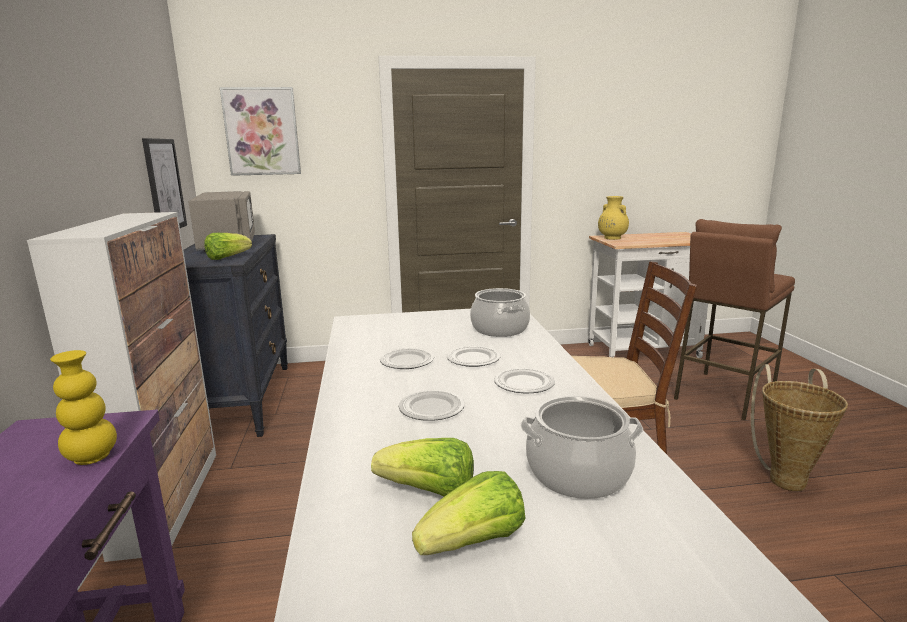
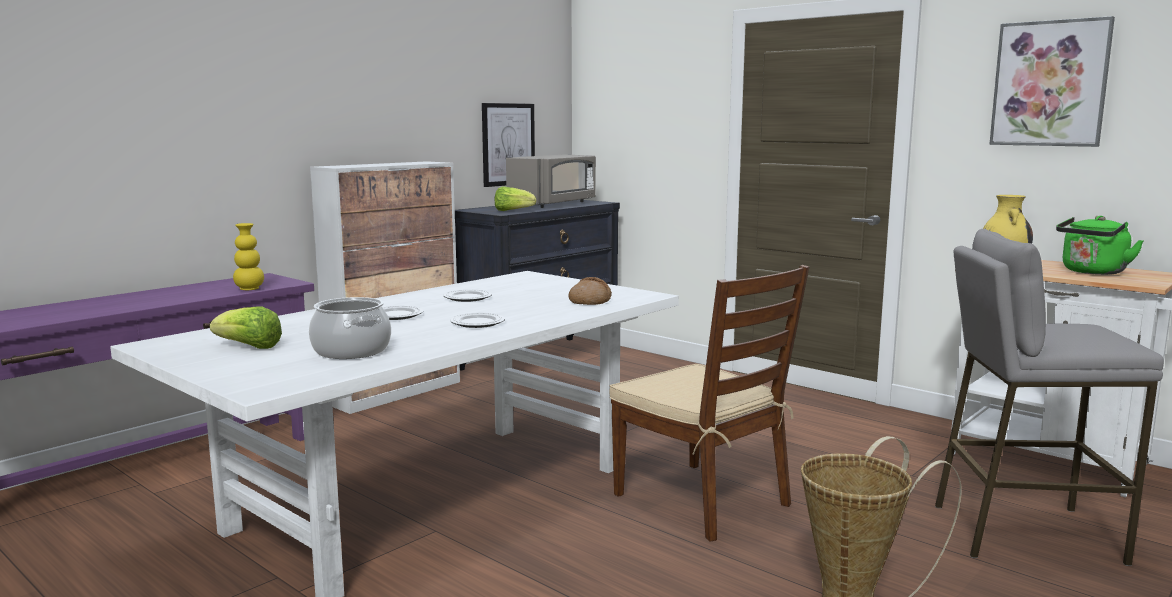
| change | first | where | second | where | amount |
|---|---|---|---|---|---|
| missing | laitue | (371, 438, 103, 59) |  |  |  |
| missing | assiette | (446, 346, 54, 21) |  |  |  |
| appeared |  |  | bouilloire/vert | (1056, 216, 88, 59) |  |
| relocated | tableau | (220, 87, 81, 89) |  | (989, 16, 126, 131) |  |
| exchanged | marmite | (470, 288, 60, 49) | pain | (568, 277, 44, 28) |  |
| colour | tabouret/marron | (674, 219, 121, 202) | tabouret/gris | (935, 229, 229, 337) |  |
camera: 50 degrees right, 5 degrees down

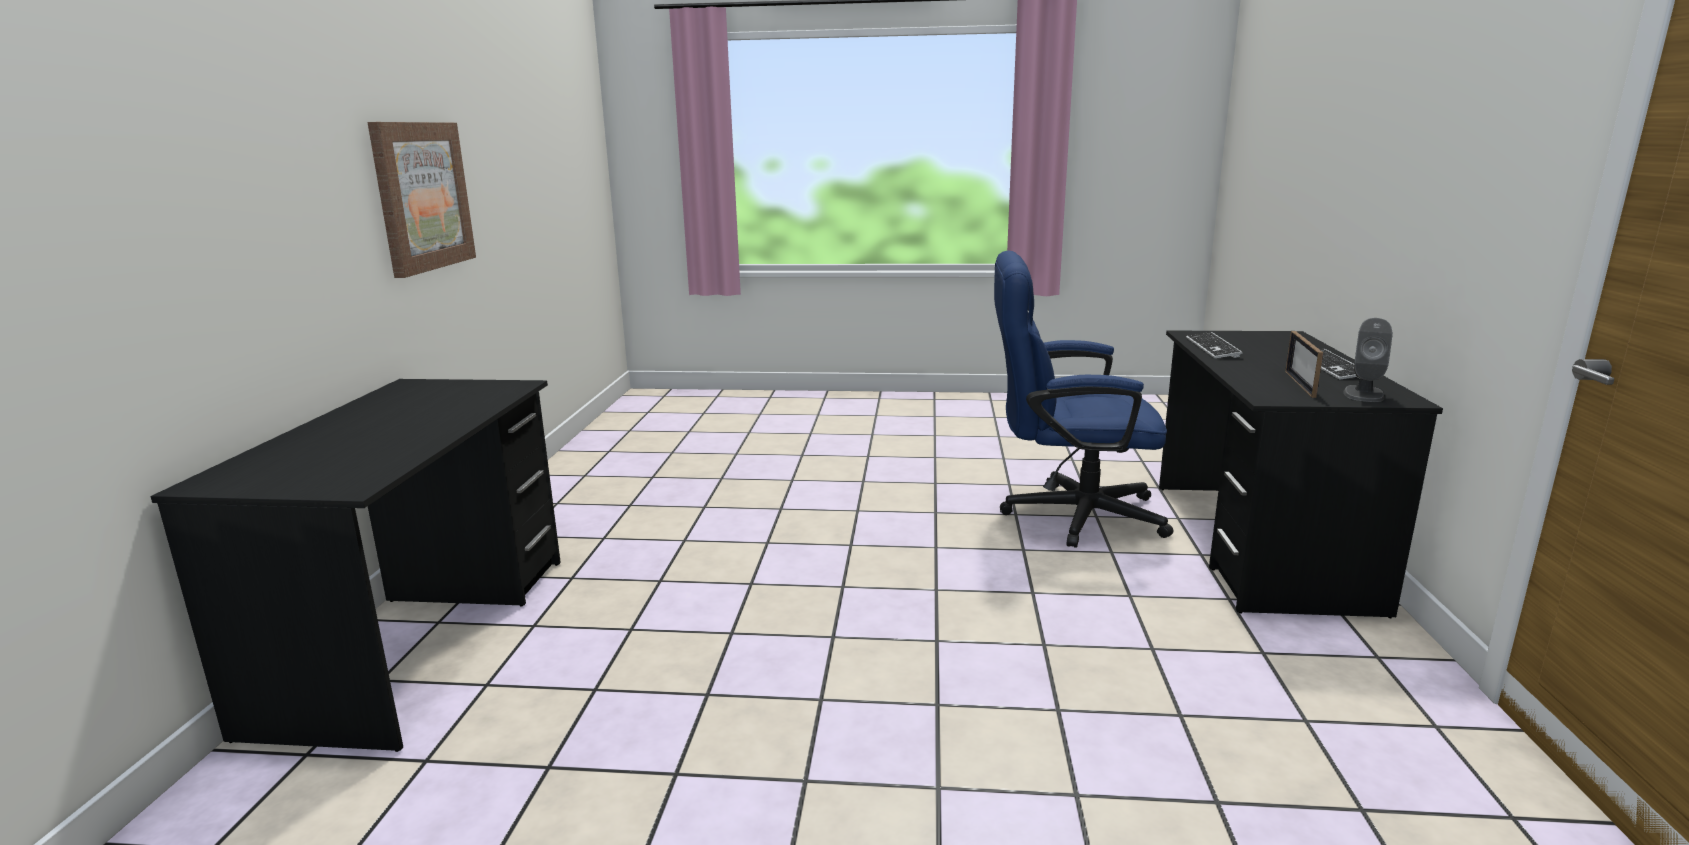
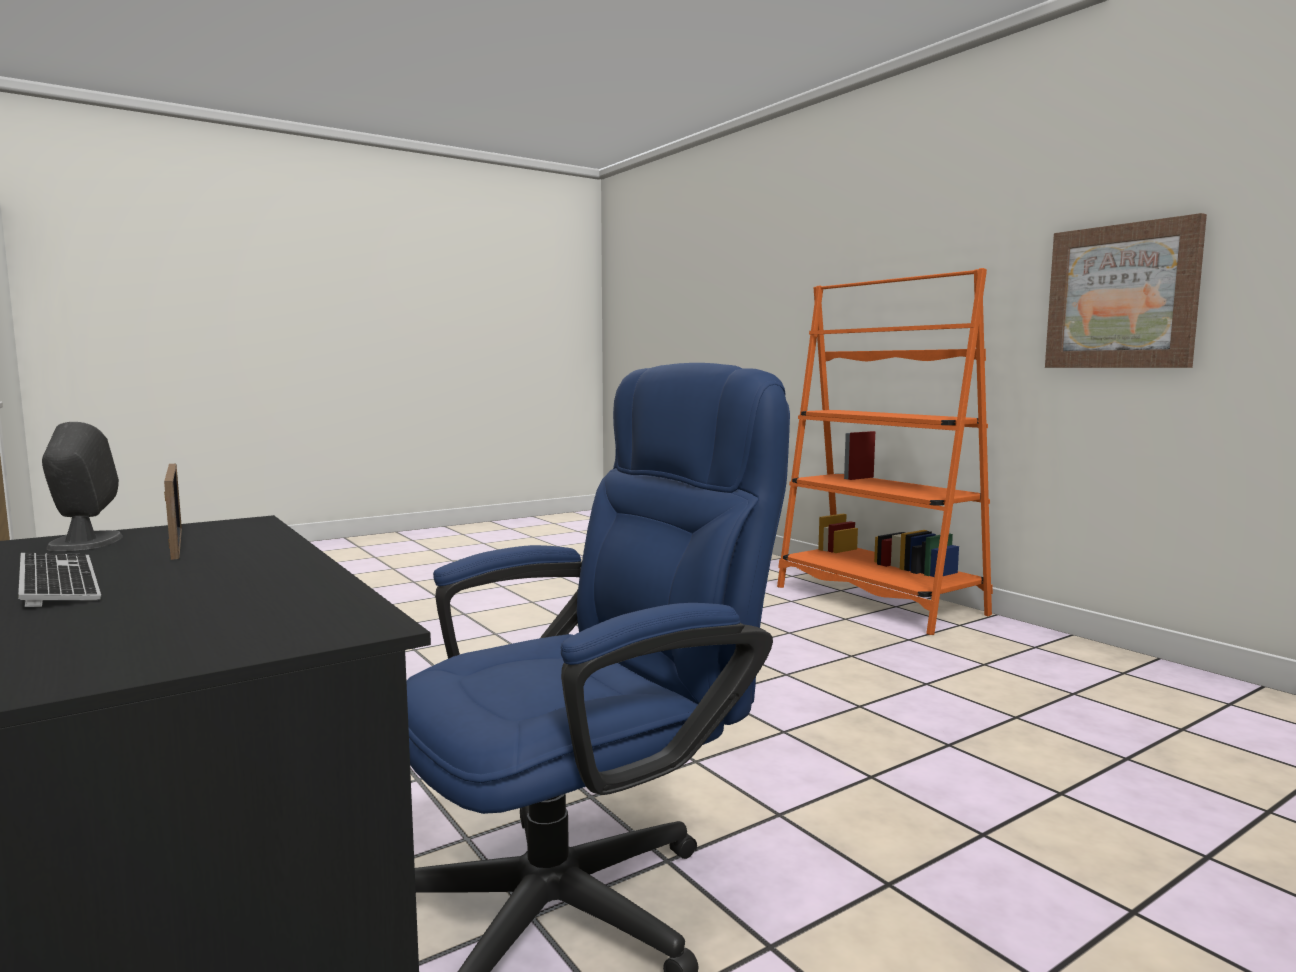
| change | first | where | second | where | amount |
|---|---|---|---|---|---|
| missing | clavier | (1186, 332, 57, 26) |  |  |  |
| exchanged | bureau/noir | (150, 379, 411, 373) | bibliothèque/orange | (777, 268, 216, 367) |  |
camera: 140 degrees right, 10 degrees down

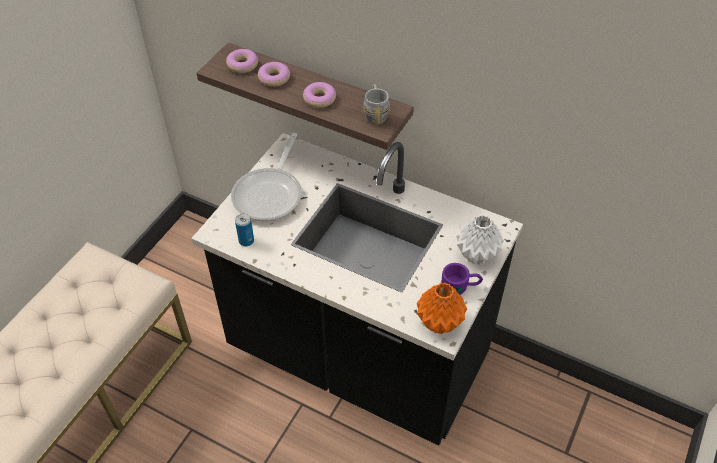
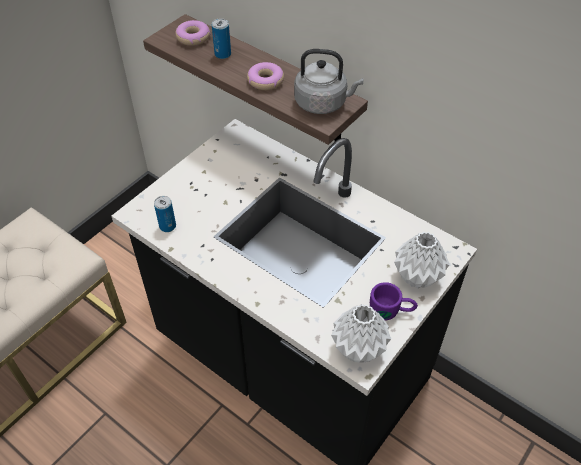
| change | first | where | second | where | amount |
|---|---|---|---|---|---|
| missing | poêle | (231, 133, 71, 88) |  |  |  |
| exchanged | beignet | (258, 62, 32, 25) | boîte métallique | (212, 18, 19, 41) |  |
| exchanged | mug/gris | (363, 84, 27, 41) | bouilloire/gris | (294, 49, 69, 65) |  |
| colour | vase/orange | (417, 283, 50, 51) | vase/blanc | (331, 304, 60, 59) |  |
camera: 10 degrees right, 0 degrees up

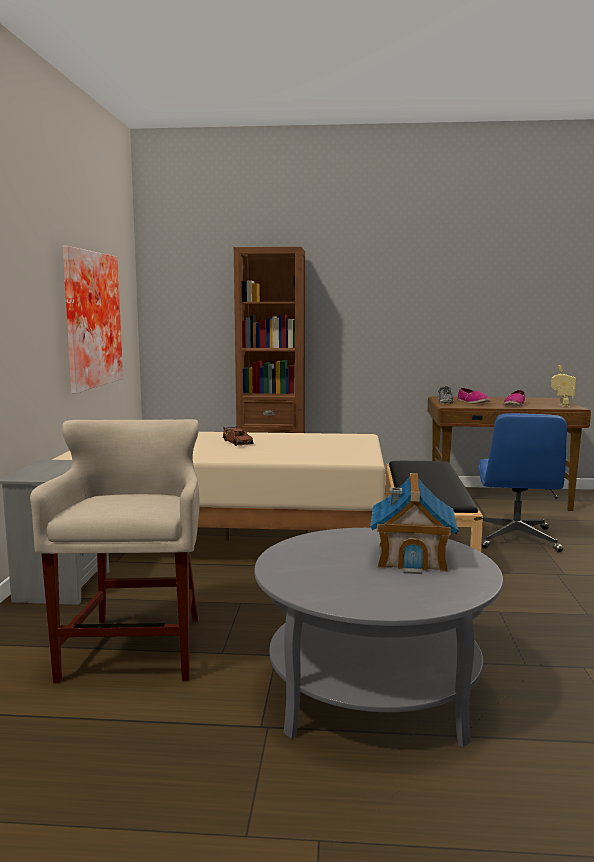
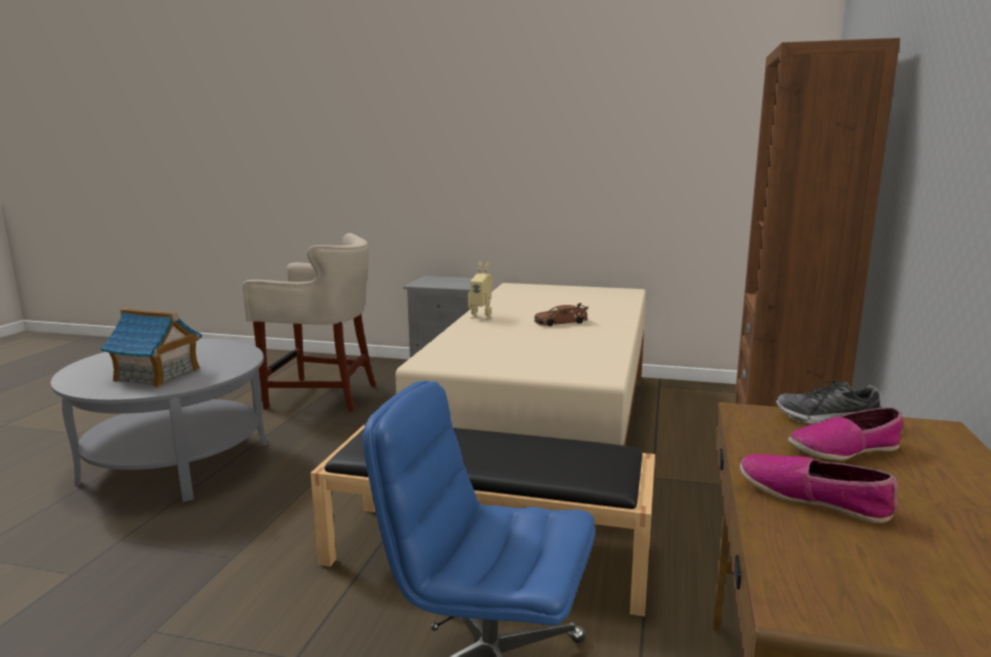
| change | first | where | second | where | amount |
|---|---|---|---|---|---|
| missing | tableau | (63, 246, 60, 147) |  |  |  |
| relocated | robot jouet | (551, 365, 25, 42) |  | (468, 261, 24, 59) |  |
camera: 100 degrees right, 5 degrees up

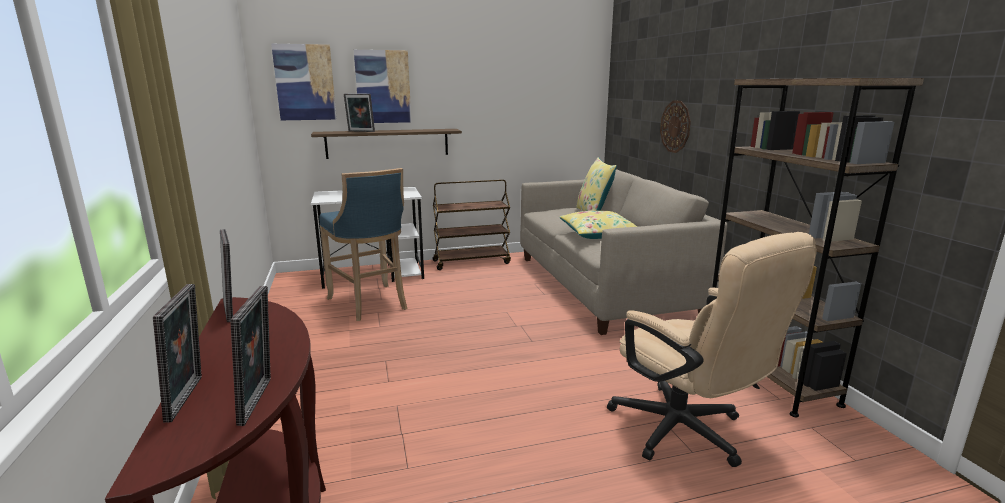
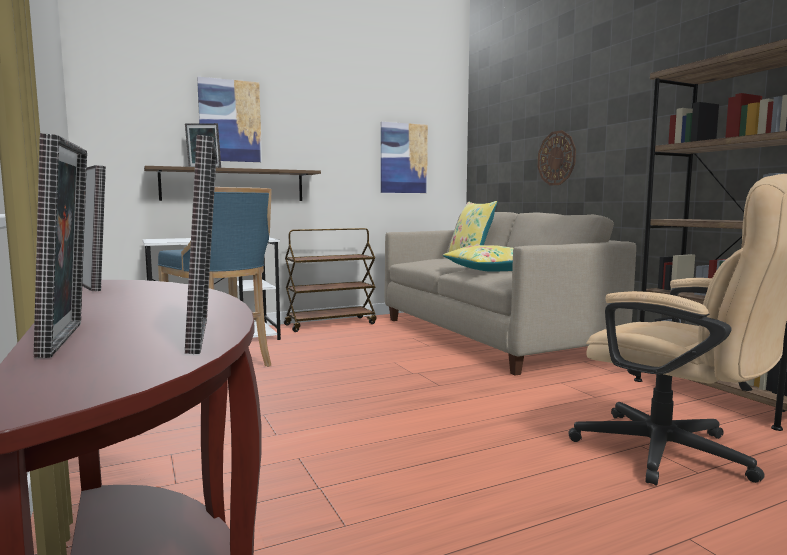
| change | first | where | second | where | amount |
|---|---|---|---|---|---|
| relocated | tableau | (271, 44, 66, 76) |  | (381, 122, 47, 71) |  |
camera: 10 degrees left, 10 degrees down

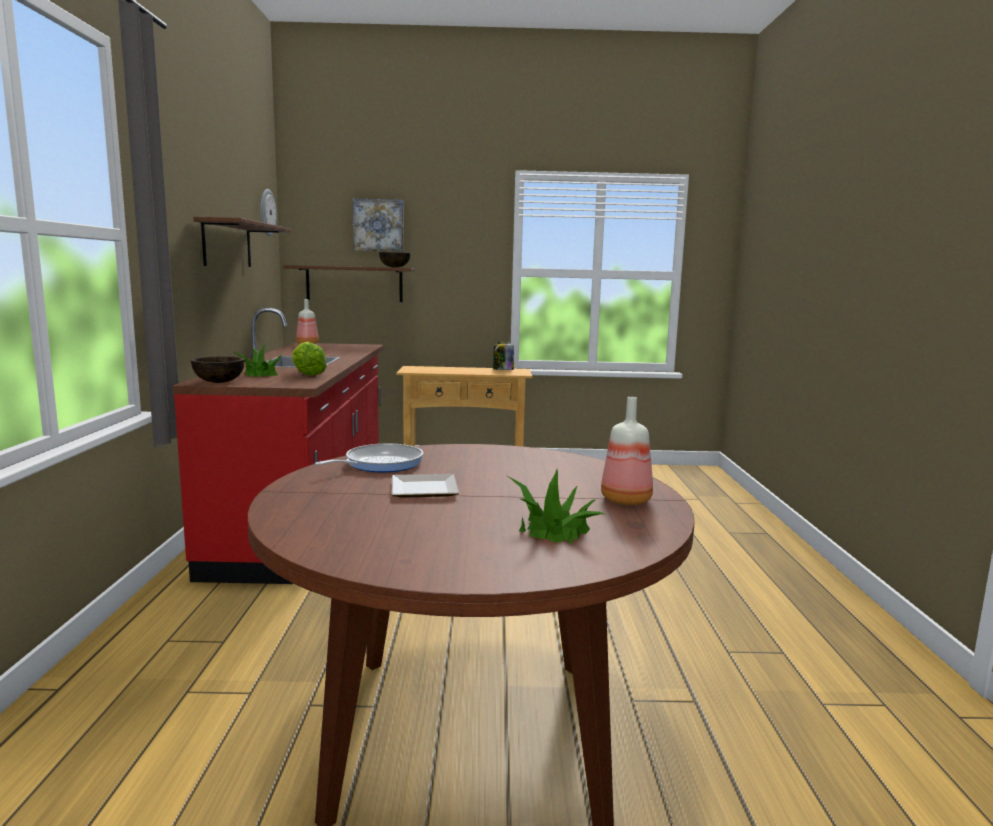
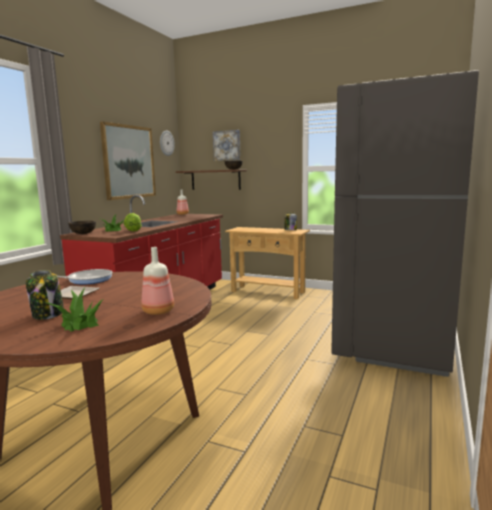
| change | first | where | second | where | amount |
|---|---|---|---|---|---|
| appeared |  |  | bocal | (26, 270, 38, 50) |  |
| appeared |  |  | réfrigérateur/gris | (331, 70, 148, 307) |  |
| exchanged | étagère/marron | (193, 217, 98, 50) | tableau | (100, 121, 56, 79) |  |
camera: 25 degrees right, 0 degrees up

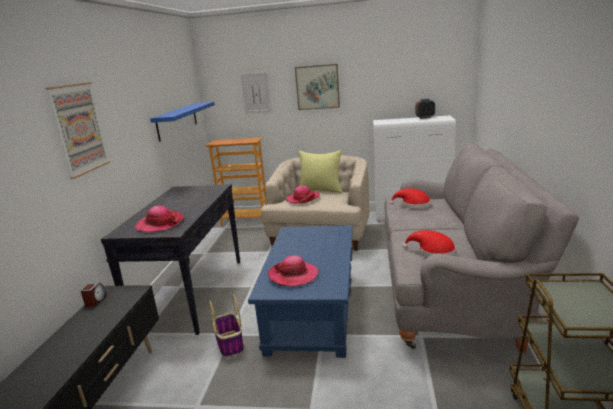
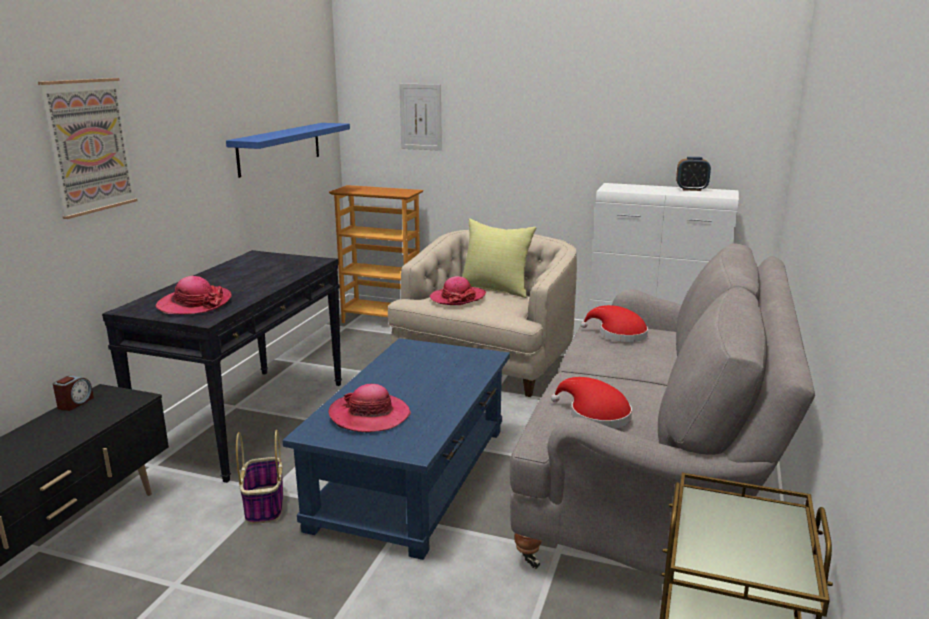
| change | first | where | second | where | amount |
|---|---|---|---|---|---|
| missing | tableau | (295, 64, 45, 46) |  |  |  |
camera: 10 degrees right, 0 degrees up

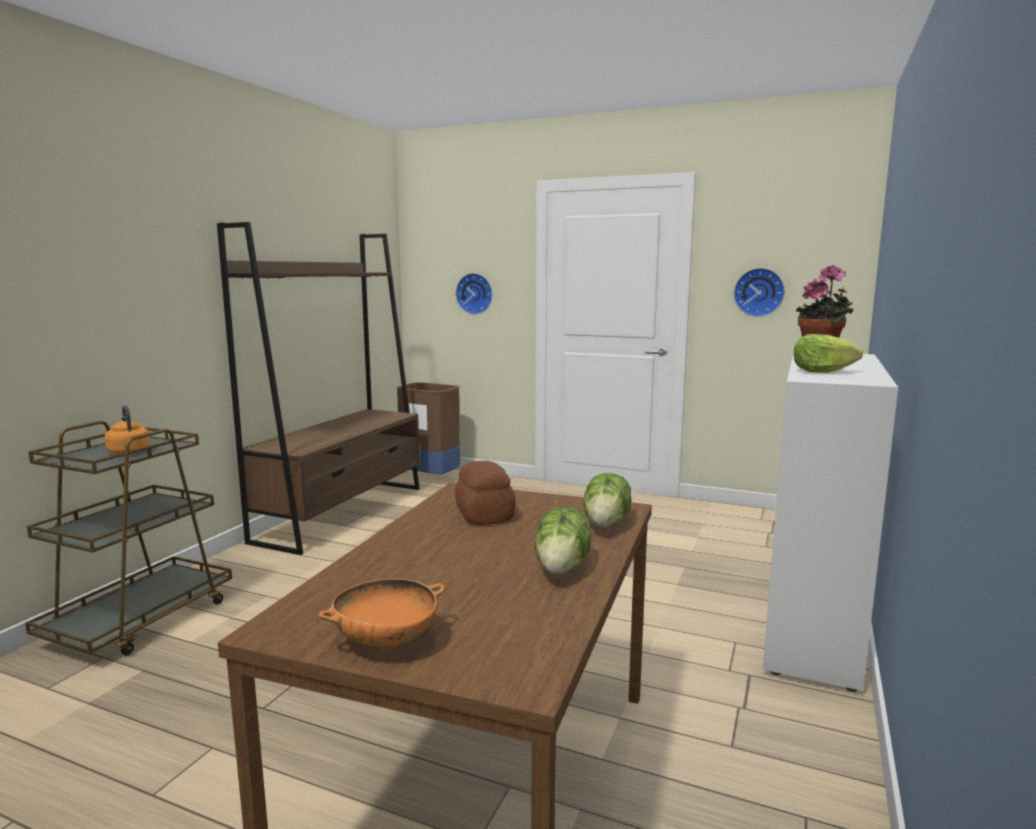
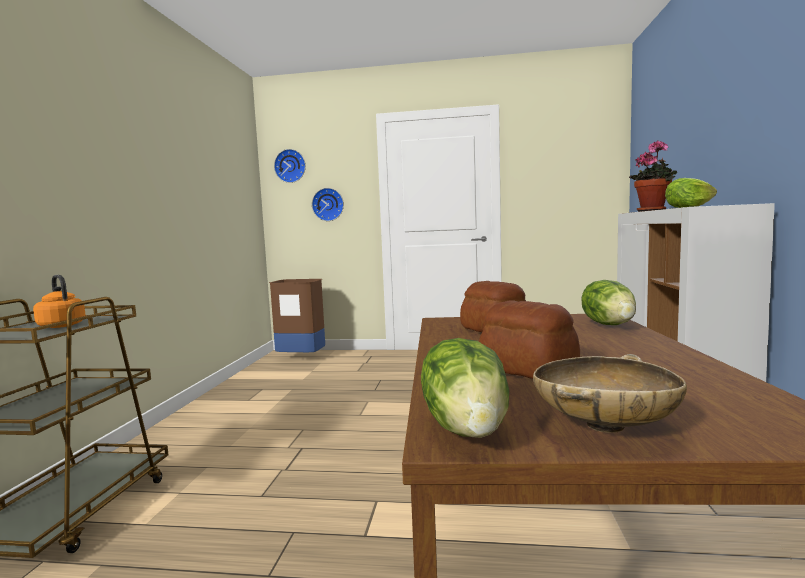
| change | first | where | second | where | amount |
|---|---|---|---|---|---|
| missing | bibliothèque/marron | (217, 222, 203, 333) |  |  |  |
| appeared |  |  | pain | (479, 300, 101, 79) |  |
| relocated | laitue | (534, 507, 57, 67) |  | (421, 338, 88, 100) |  |
| relocated | horloge murale | (734, 268, 51, 49) |  | (274, 149, 32, 34) |  |
| colour | bol/orange | (318, 579, 127, 68) | bol/beige | (533, 354, 154, 79) |  |
camera: 15 degrees left, 5 degrees down

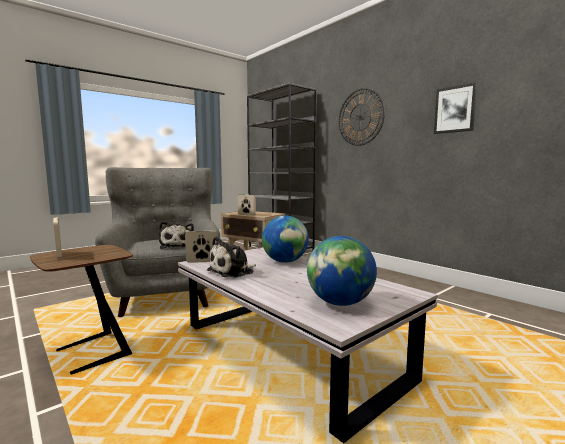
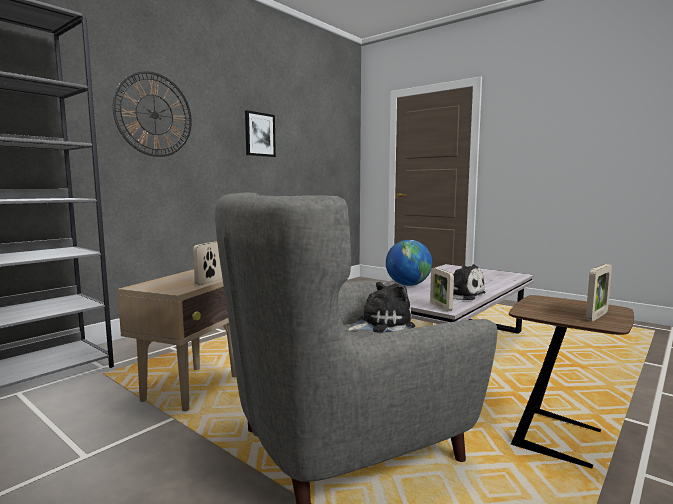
| change | first | where | second | where | amount |
|---|---|---|---|---|---|
| missing | globe | (307, 236, 70, 70) |  |  |  |
camera: 100 degrees left, 0 degrees up

